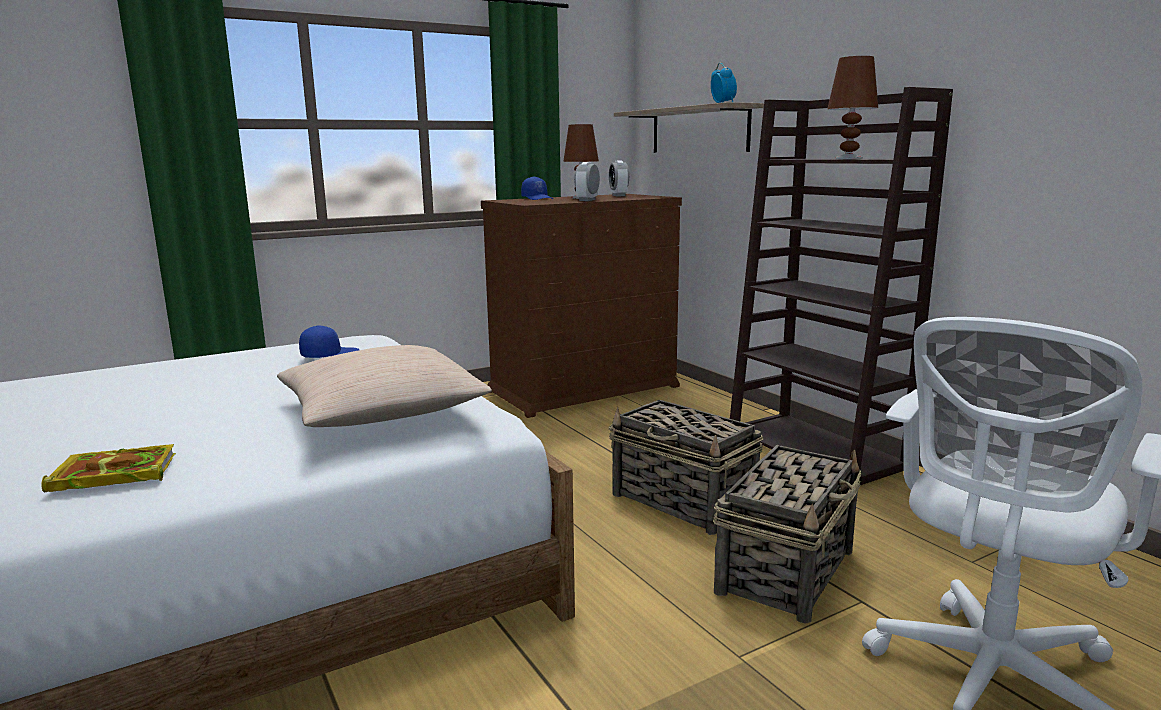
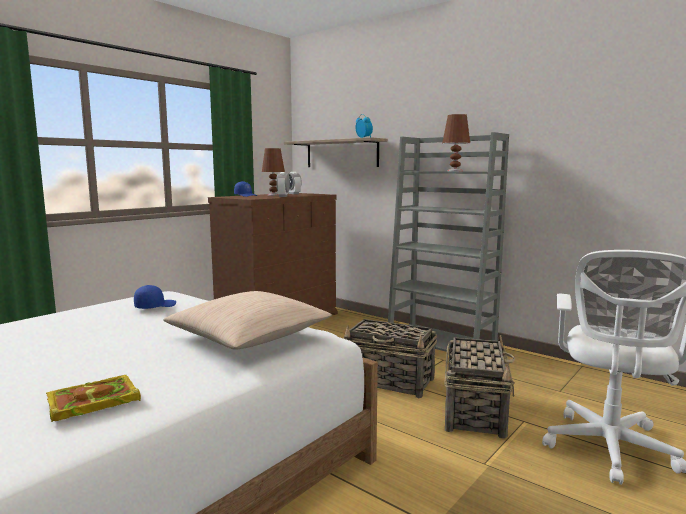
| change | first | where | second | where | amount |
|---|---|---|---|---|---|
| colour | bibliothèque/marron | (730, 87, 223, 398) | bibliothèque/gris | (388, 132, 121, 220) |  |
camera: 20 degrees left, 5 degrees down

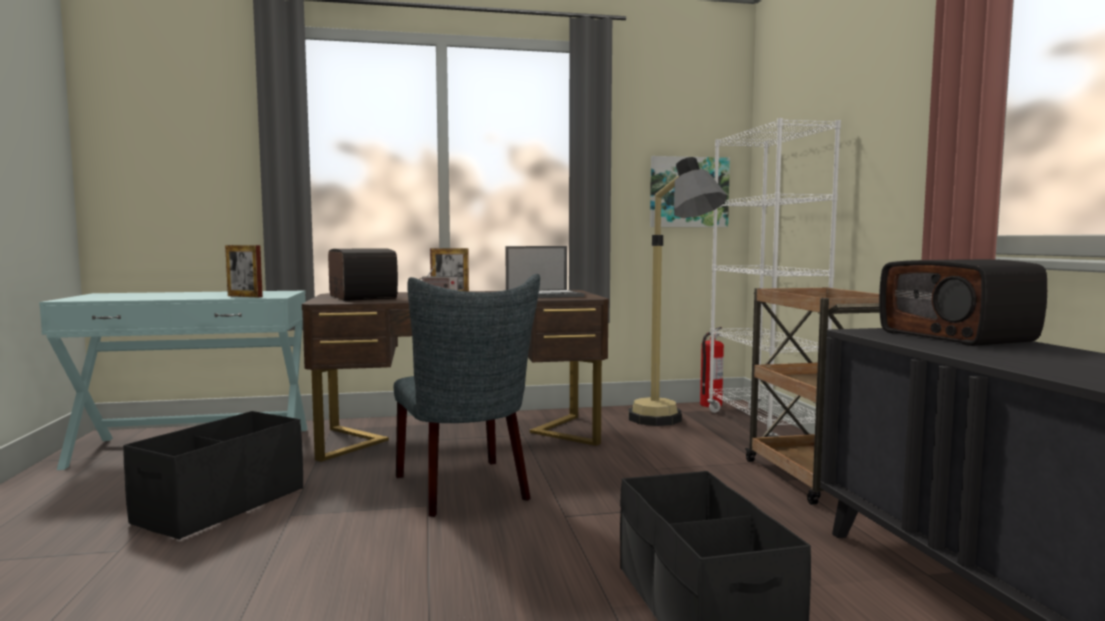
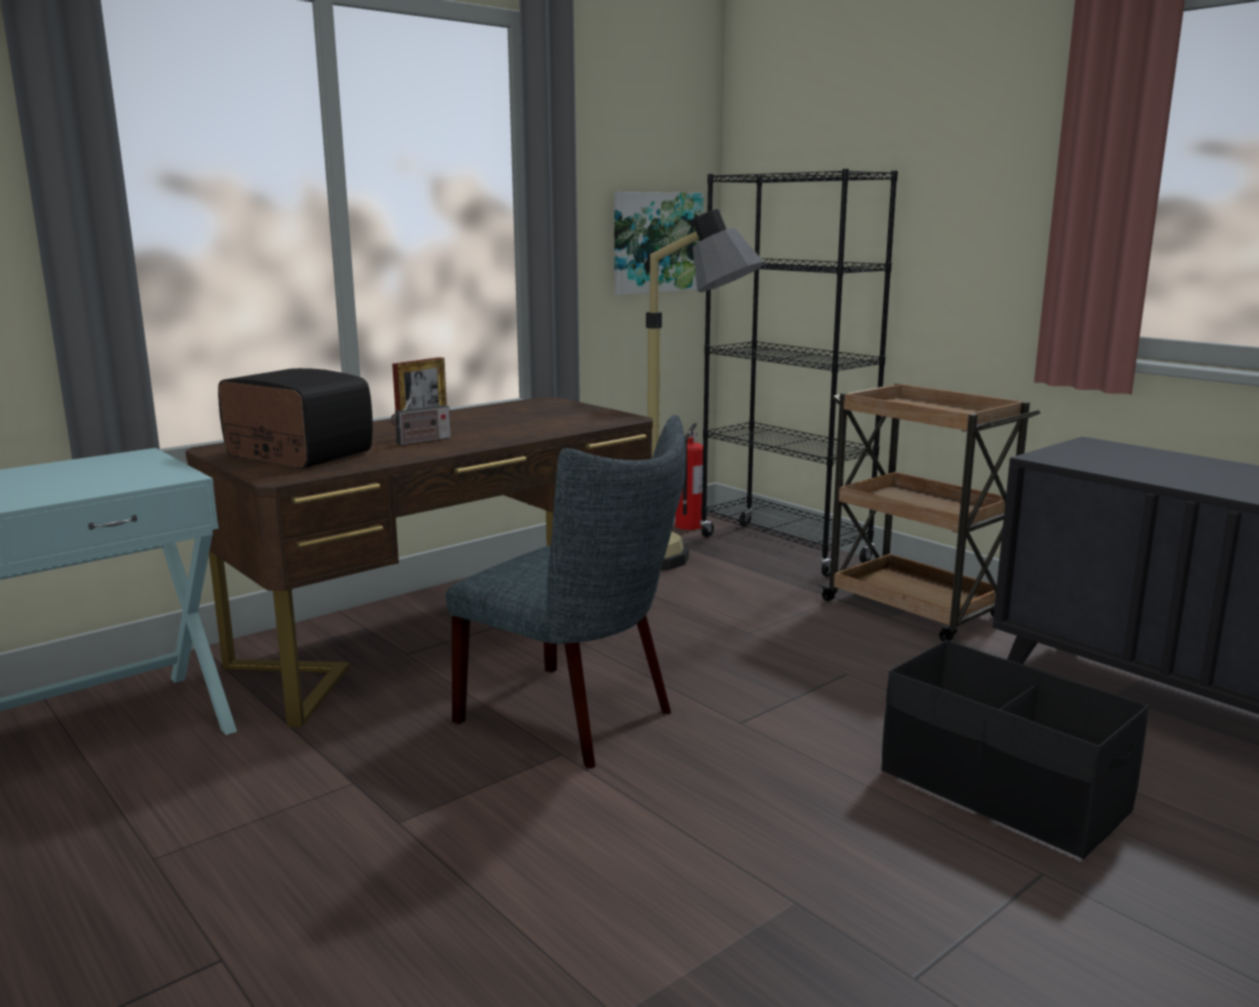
| change | first | where | second | where | amount |
|---|---|---|---|---|---|
| missing | boîte de rangement/noir | (123, 411, 180, 129) |  |  |  |
| missing | cadre photo | (225, 245, 38, 53) |  |  |  |
| missing | ordinateur portable | (505, 246, 80, 52) |  |  |  |
| missing | radio | (879, 259, 168, 87) |  |  |  |
| colour | bibliothèque/blanc | (707, 118, 134, 319) | bibliothèque/noir | (700, 169, 198, 408) |  |
camera: 30 degrees left, 10 degrees up

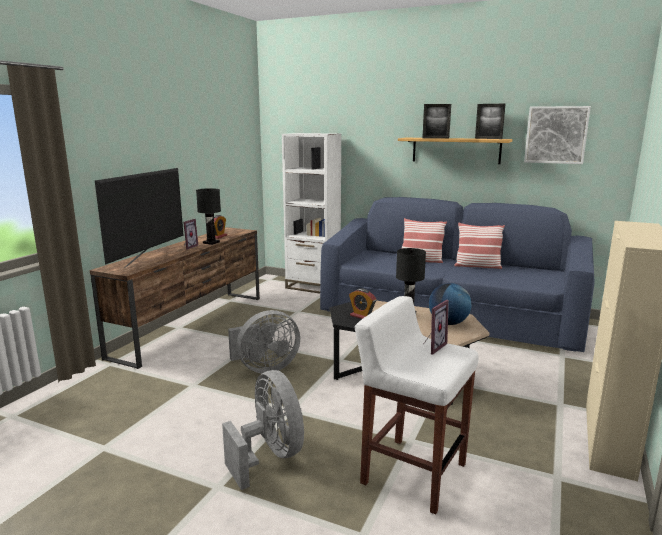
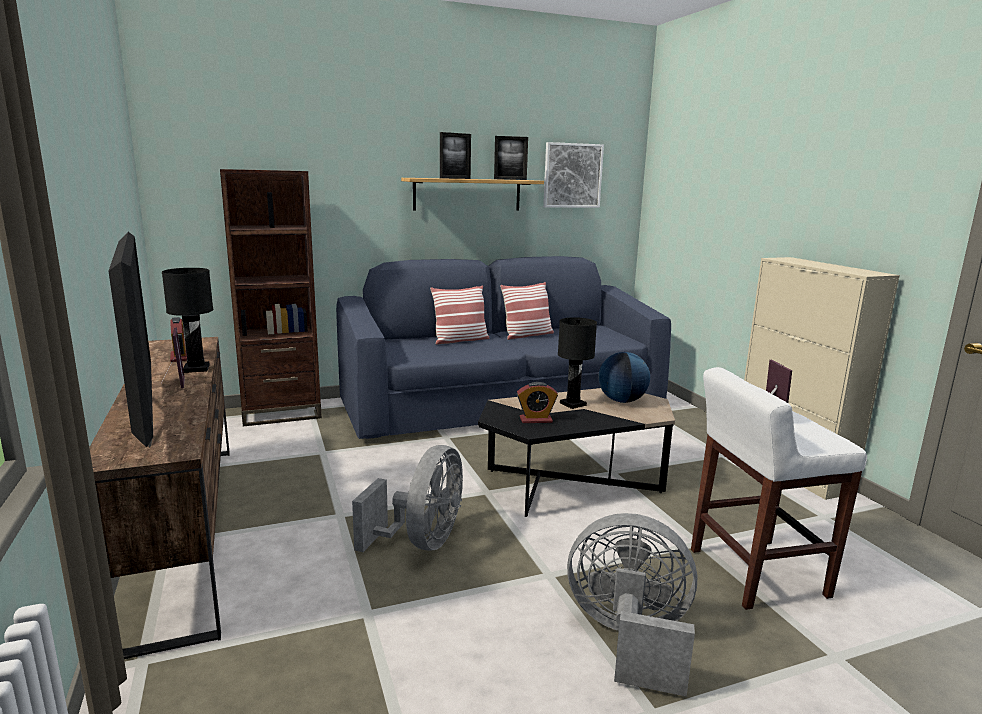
| change | first | where | second | where | amount |
|---|---|---|---|---|---|
| colour | bibliothèque/blanc | (282, 133, 60, 161) | bibliothèque/marron | (220, 169, 102, 257) |  |
camera: 45 degrees left, 0 degrees up

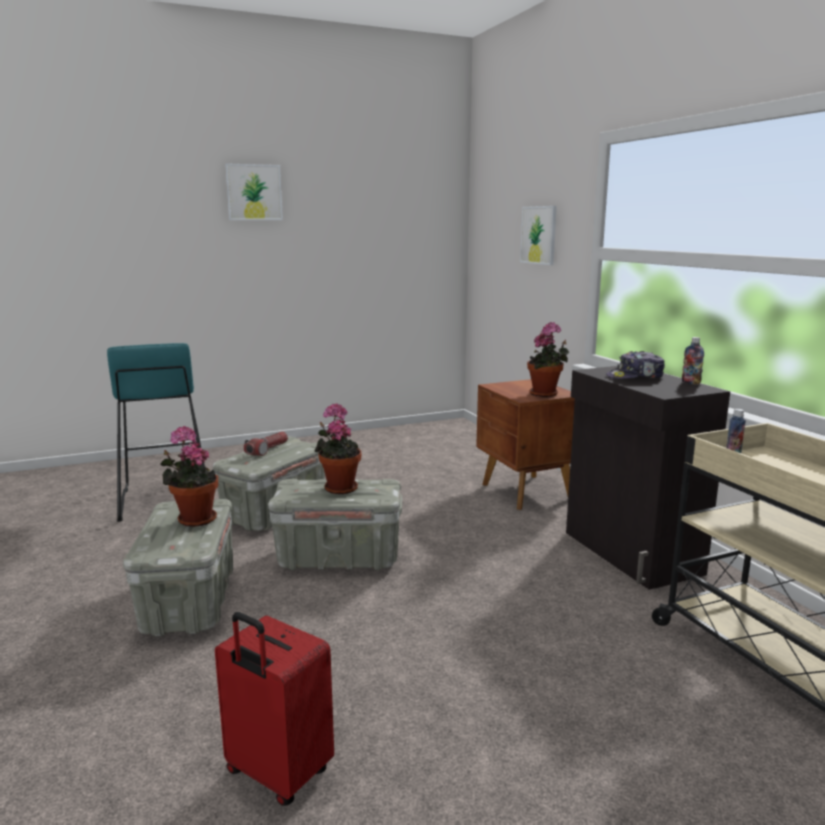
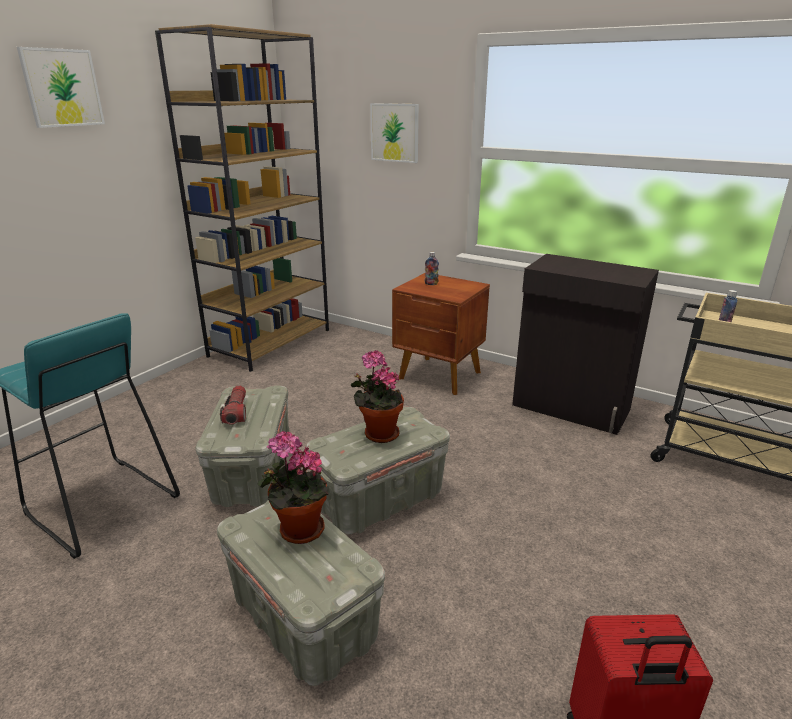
| change | first | where | second | where | amount |
|---|---|---|---|---|---|
| missing | plante en pot | (527, 322, 42, 75) |  |  |  |
| missing | casquette | (606, 351, 59, 28) |  |  |  |
| appeared |  |  | bibliothèque/marron | (155, 24, 174, 348) |  |
| relocated | bouteille | (682, 337, 22, 48) |  | (425, 252, 14, 33) |  |
camera: 35 degrees left, 10 degrees up

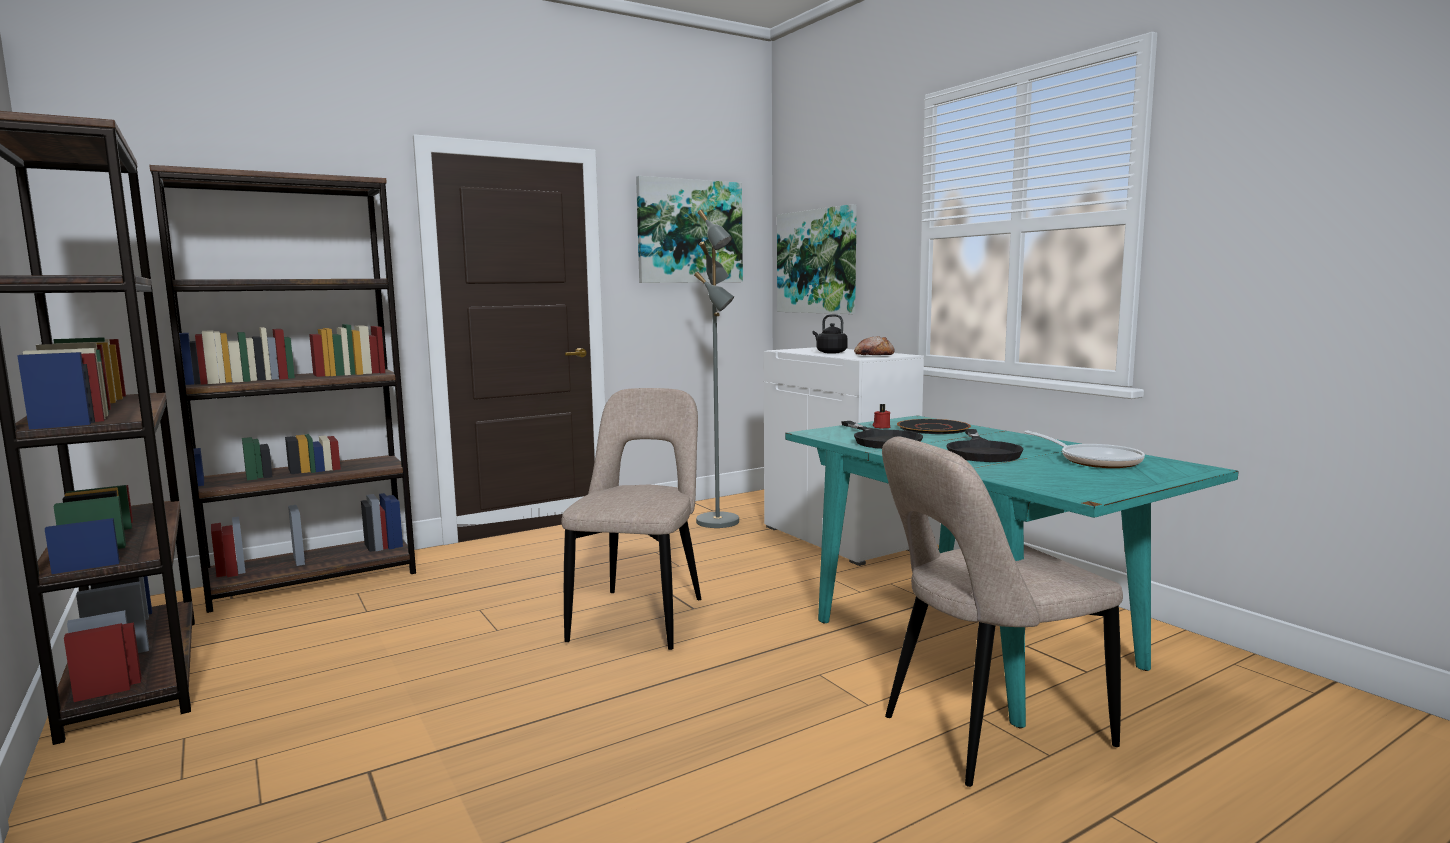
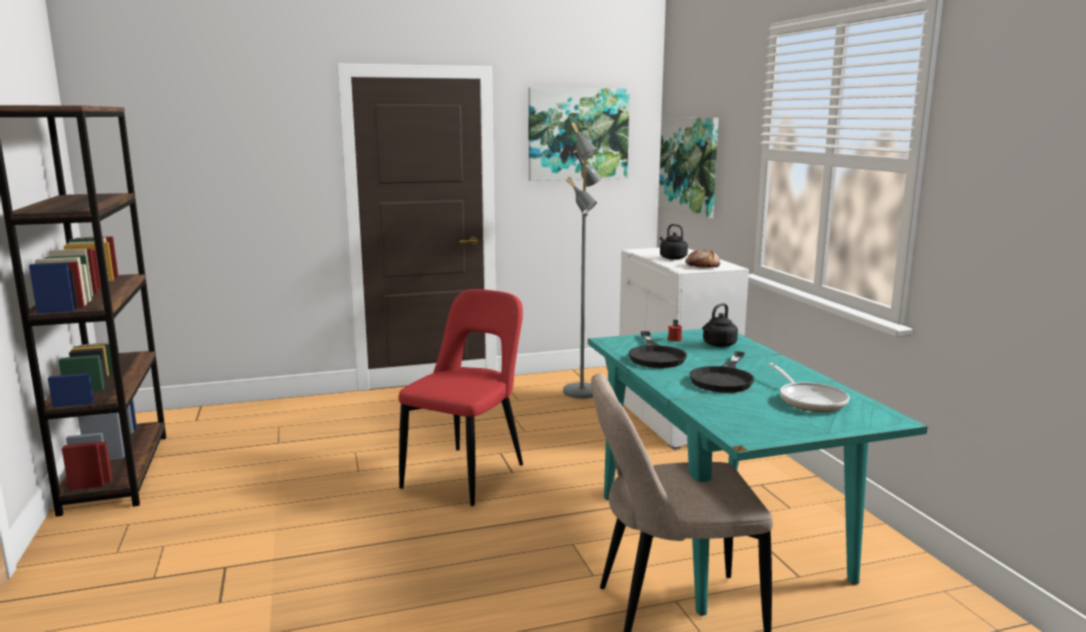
| change | first | where | second | where | amount |
|---|---|---|---|---|---|
| missing | bibliothèque/marron | (149, 165, 267, 448) |  |  |  |
| exchanged | assiette/noir | (897, 419, 74, 15) | bouilloire/noir | (702, 303, 36, 44) |  |
| colour | chaise/beige | (561, 388, 141, 262) | chaise/rouge | (398, 289, 125, 217) |  |
camera: 15 degrees right, 5 degrees up

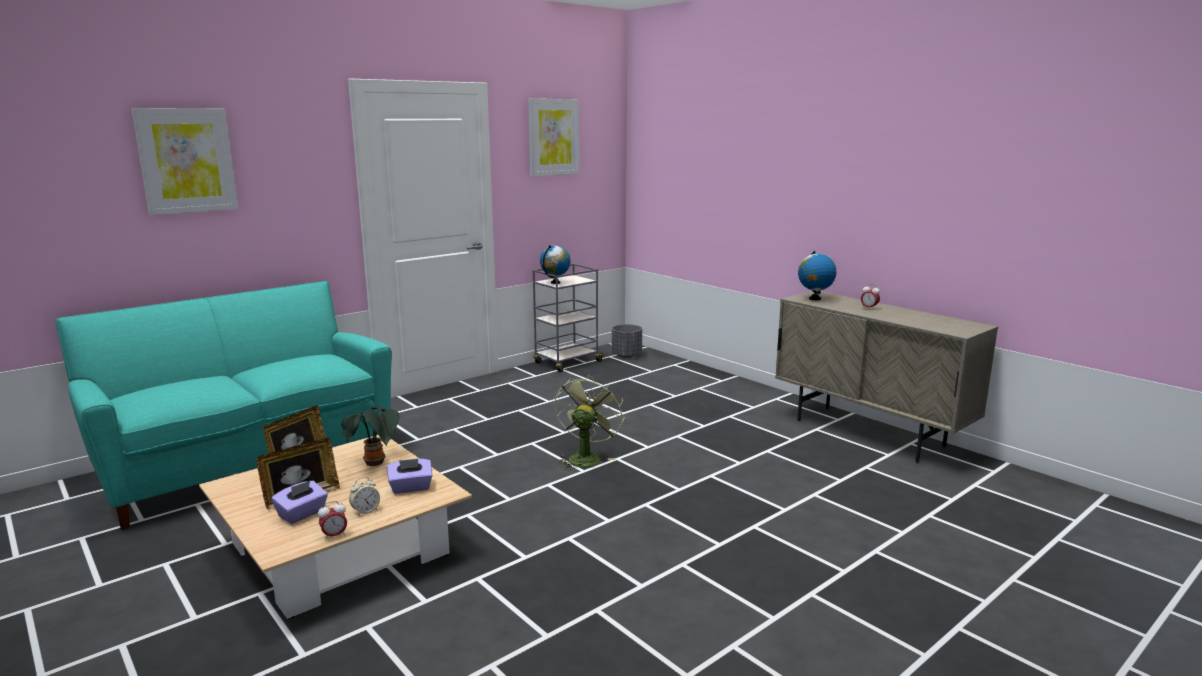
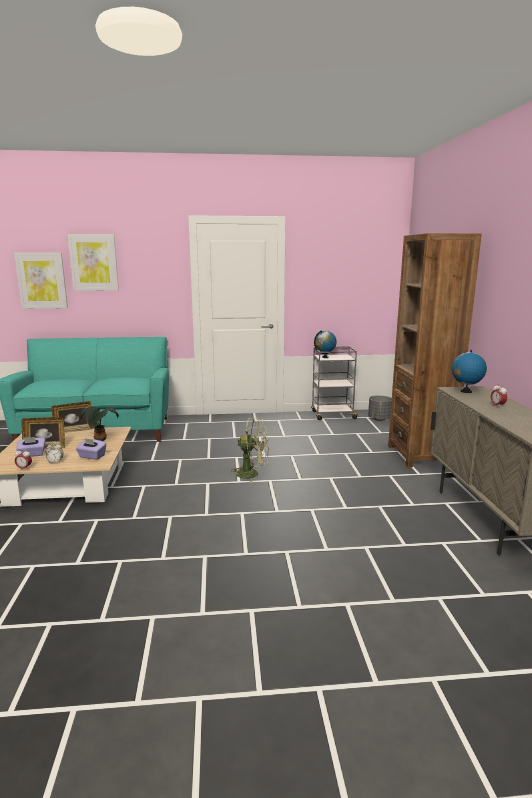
| change | first | where | second | where | amount |
|---|---|---|---|---|---|
| appeared |  |  | bibliothèque/marron | (388, 233, 94, 234) |  |
| relocated | tableau | (528, 99, 51, 77) |  | (14, 253, 54, 56) |  |
| spun | ventilateur/vert | (554, 374, 70, 96) |  | (232, 417, 37, 66) | 45 degrees clockwise |
camera: 35 degrees right, 0 degrees up

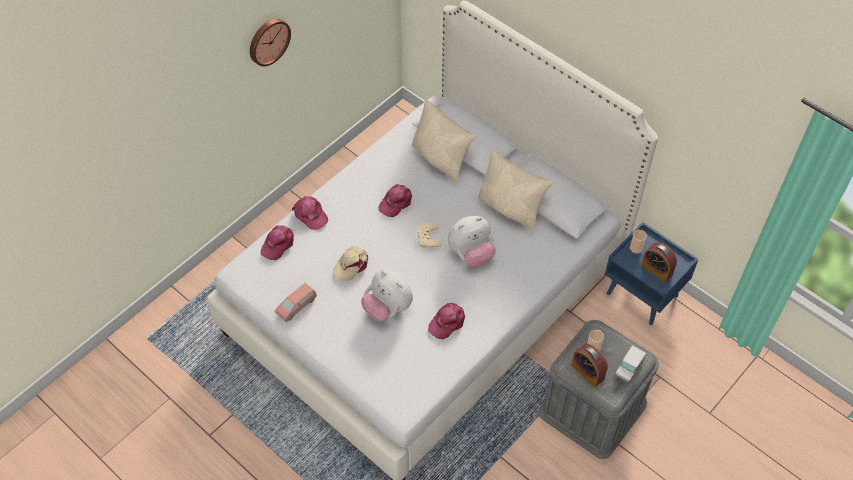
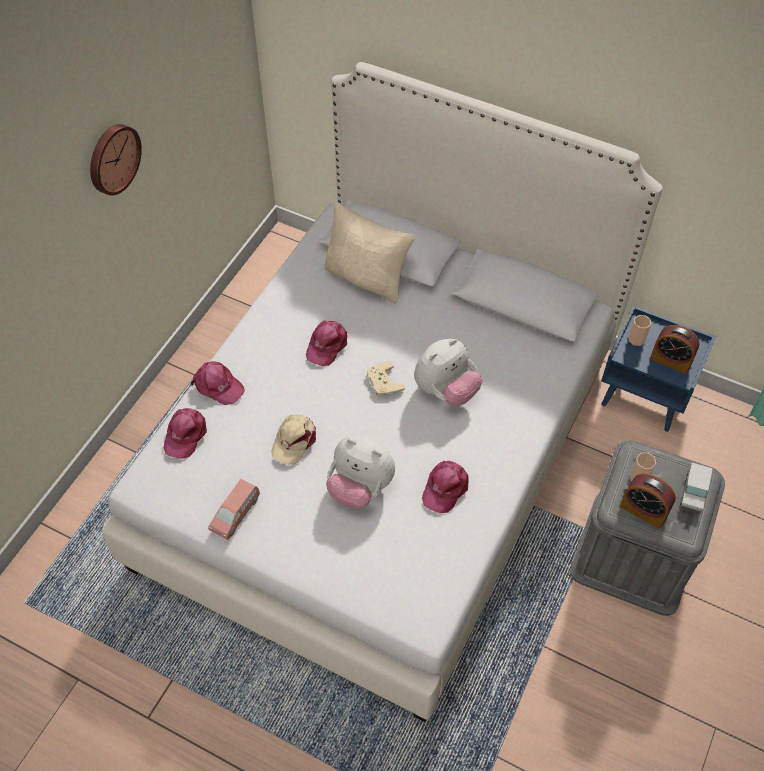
| change | first | where | second | where | amount |
|---|---|---|---|---|---|
| missing | coussin/beige | (478, 150, 75, 81) |  |  |  |
camera: 15 degrees left, 0 degrees up

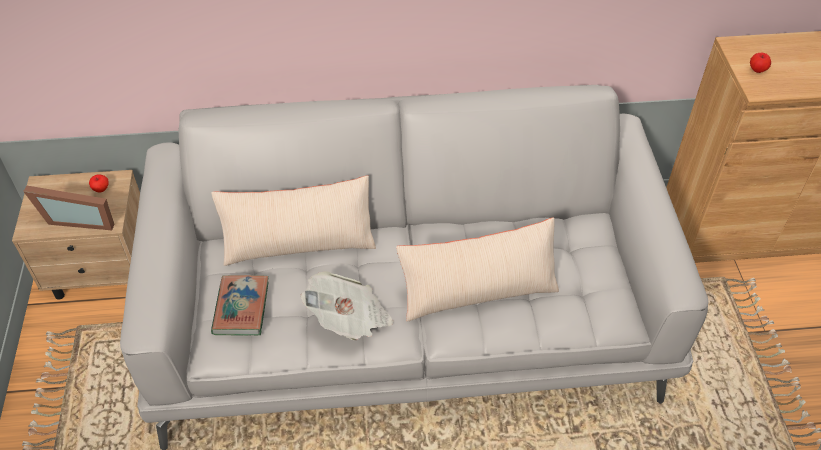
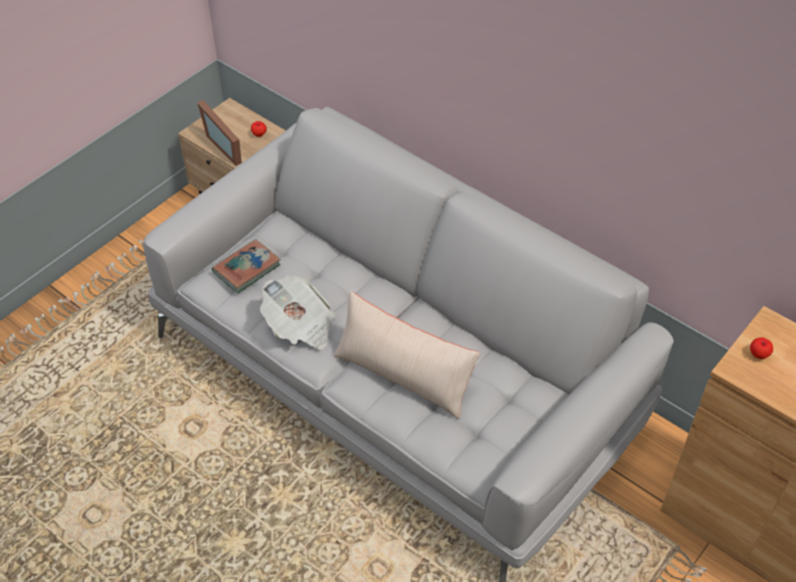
| change | first | where | second | where | amount |
|---|---|---|---|---|---|
| missing | coussin/beige | (211, 175, 165, 91) |  |  |  |
camera: 45 degrees right, 0 degrees up

